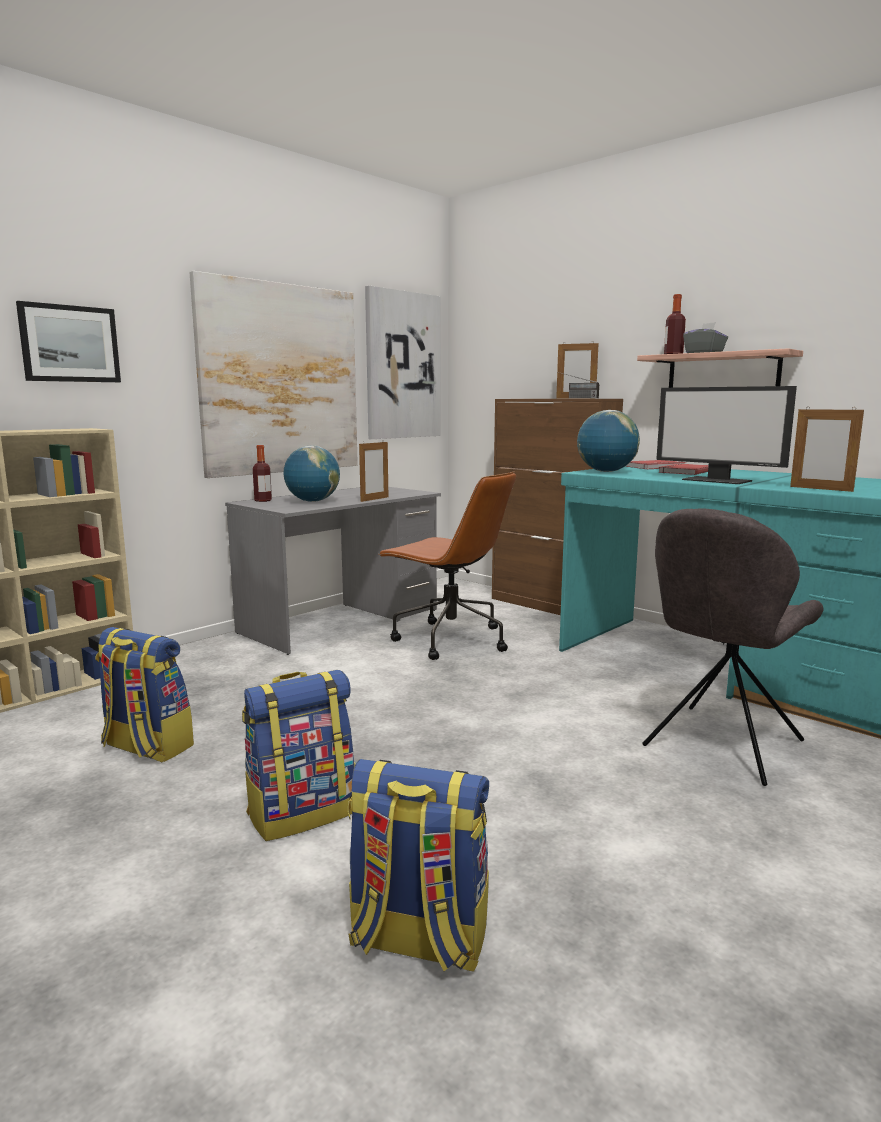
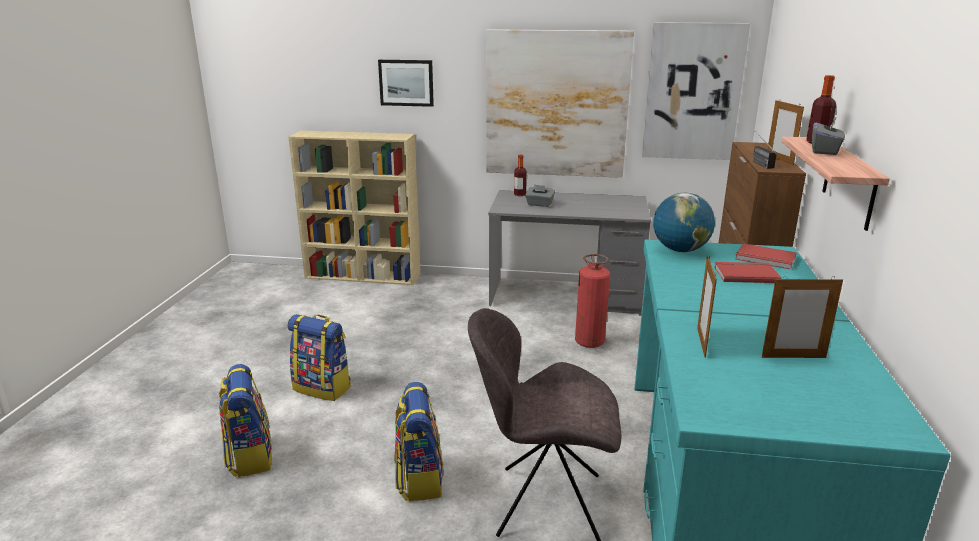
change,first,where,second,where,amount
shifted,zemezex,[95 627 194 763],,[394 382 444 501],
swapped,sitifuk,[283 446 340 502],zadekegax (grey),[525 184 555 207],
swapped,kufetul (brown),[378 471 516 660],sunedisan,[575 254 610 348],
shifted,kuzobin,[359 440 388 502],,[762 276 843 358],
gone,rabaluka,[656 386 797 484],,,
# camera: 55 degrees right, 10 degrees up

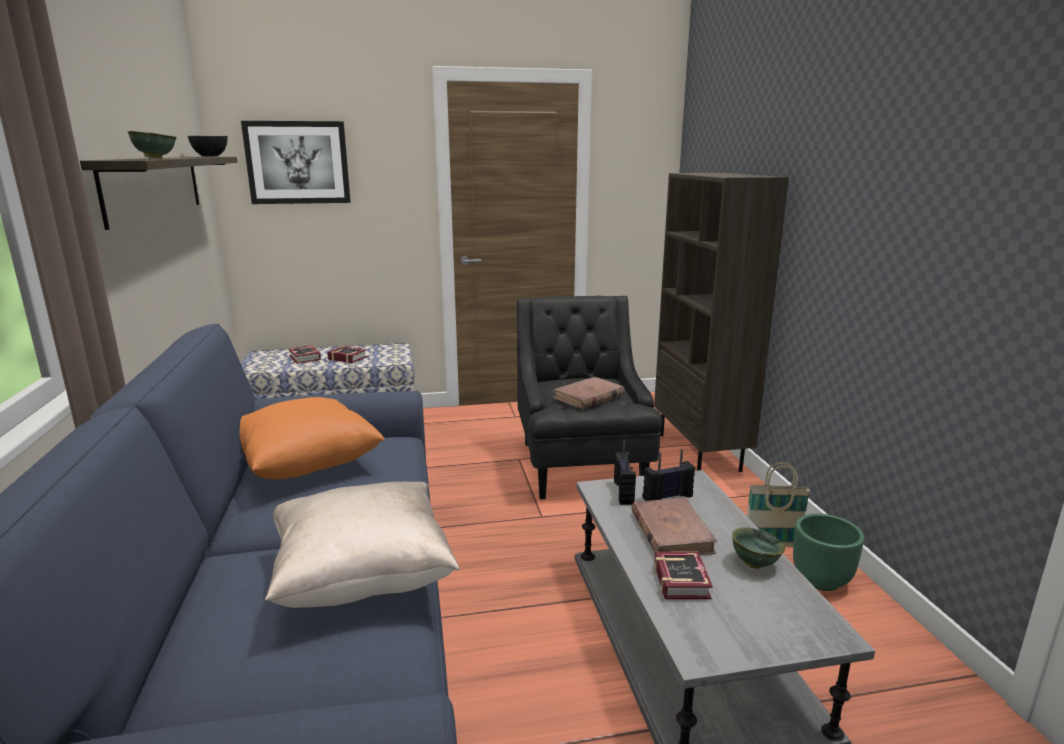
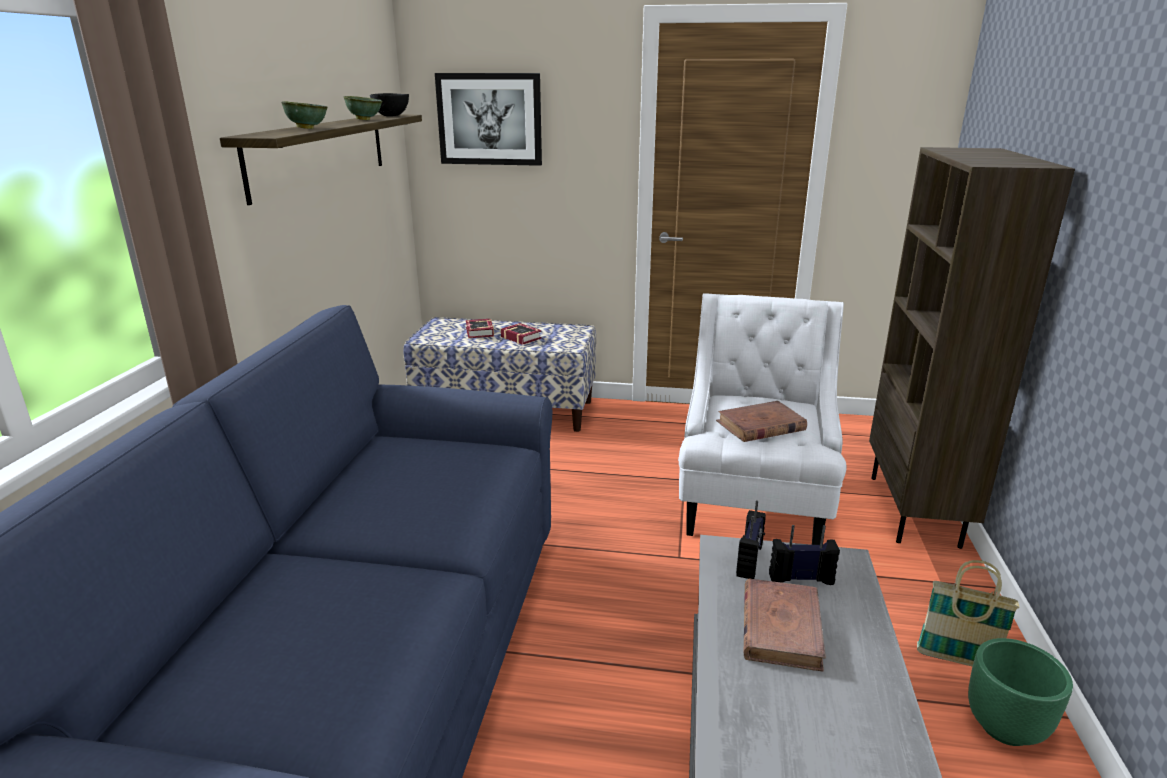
change,first,where,second,where,amount
shifted,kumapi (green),[732 527 785 569],,[343 96 382 120],
repainted,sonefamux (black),[517 296 662 499],sonefamux (white),[678 293 847 545],
gone,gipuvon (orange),[240 397 385 479],,,
gone,gipuvon (beige),[265 482 460 608],,,
gone,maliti,[654 552 713 599],,,
# camera: 20 degrees right, 5 degrees up

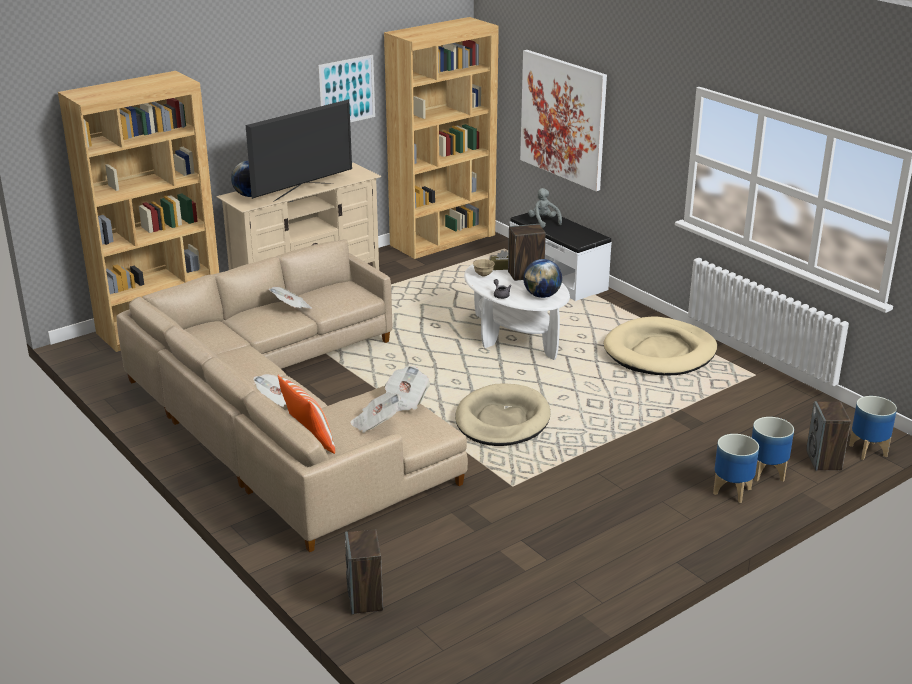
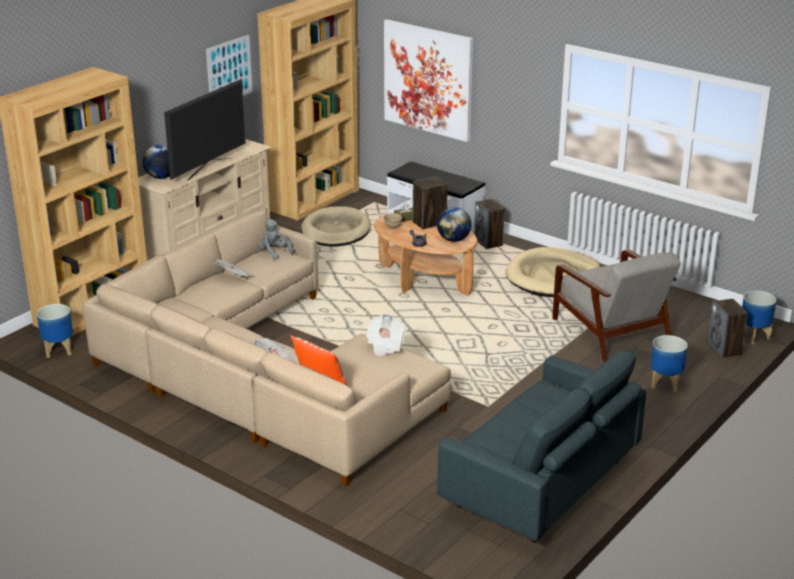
change,first,where,second,where,amount
shifted,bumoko,[752 417 794 482],,[37 304 73 358],
shifted,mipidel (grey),[528 188 562 228],,[258 219 294 260],
shifted,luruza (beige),[455 383 551 446],,[301 206 371 247],
repainted,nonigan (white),[464 264 570 360],nonigan (brown),[374 216 478 296],
new,,,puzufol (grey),[437 350 646 543],
shifted,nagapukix,[345 529 383 614],,[474 199 505 249],
new,,,sonefamux (grey),[552 249 681 362],
gone,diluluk,[350 392 401 433],,,
# camera: 15 degrees left, 0 degrees up

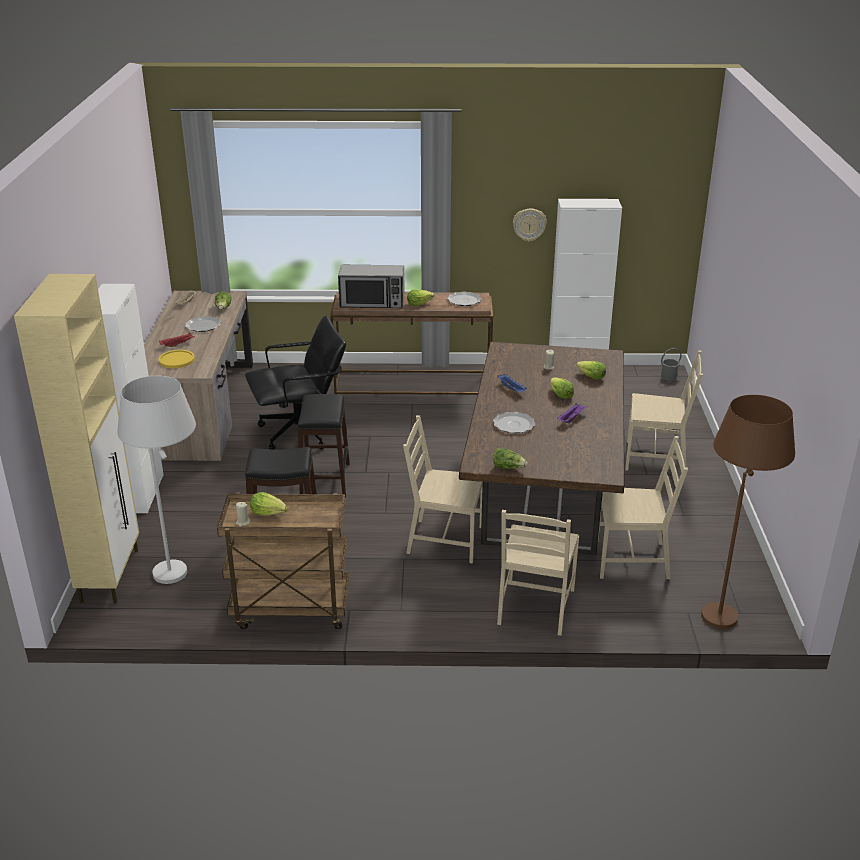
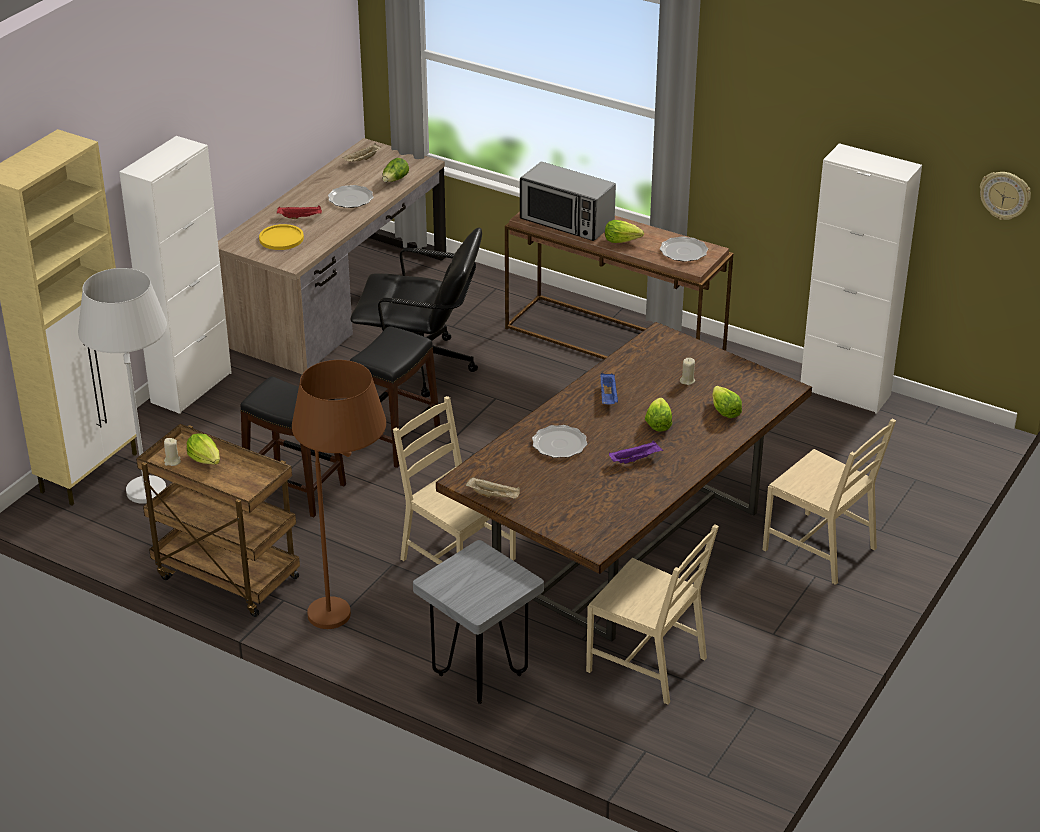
change,first,where,second,where,amount
shifted,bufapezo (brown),[701 395 795 629],,[292 360 386 629],
swapped,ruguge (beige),[497 510 579 636],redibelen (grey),[413 540 544 704],
swapped,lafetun,[493 447 528 469],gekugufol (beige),[466 477 520 499],
shifted,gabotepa,[513 209 547 242],,[980 172 1031 220],
gone,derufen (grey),[661 348 682 381],,,
# camera: 30 degrees right, 5 degrees up

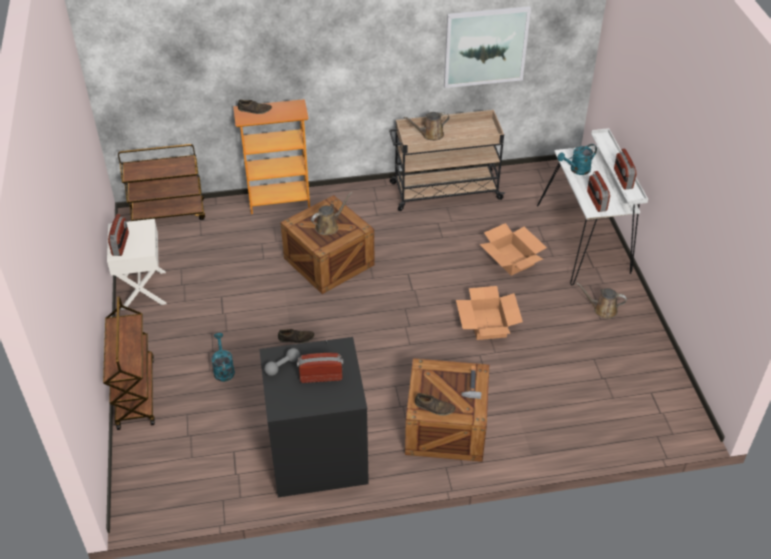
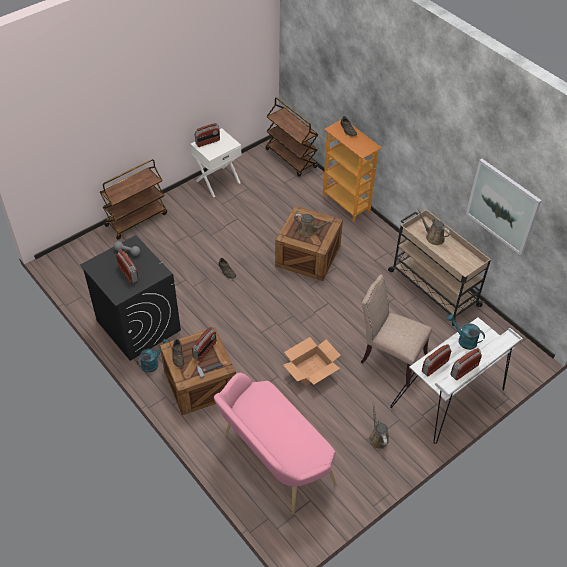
change,first,where,second,where,amount
shifted,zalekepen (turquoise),[211 333 235 382],,[137 339 168 373],
new,,,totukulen,[192 327 217 361],
new,,,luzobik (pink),[214 373 337 514],
swapped,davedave,[479 223 547 275],ruguge (beige),[361 274 432 387],
# camera: 60 degrees right, 5 degrees up

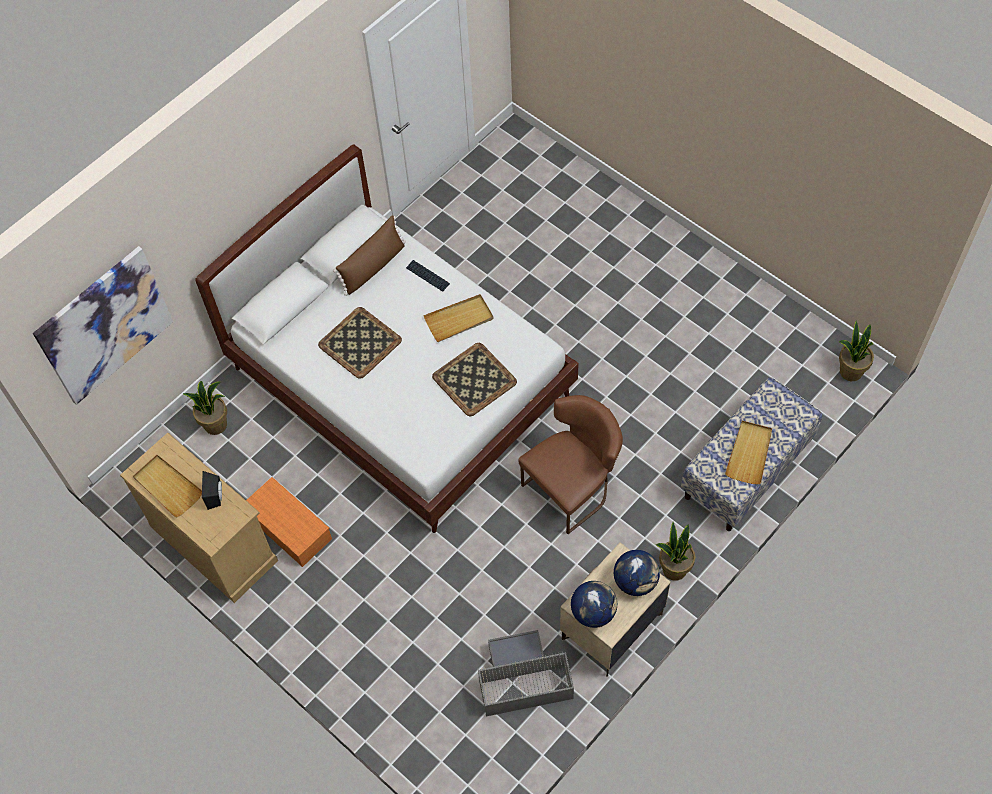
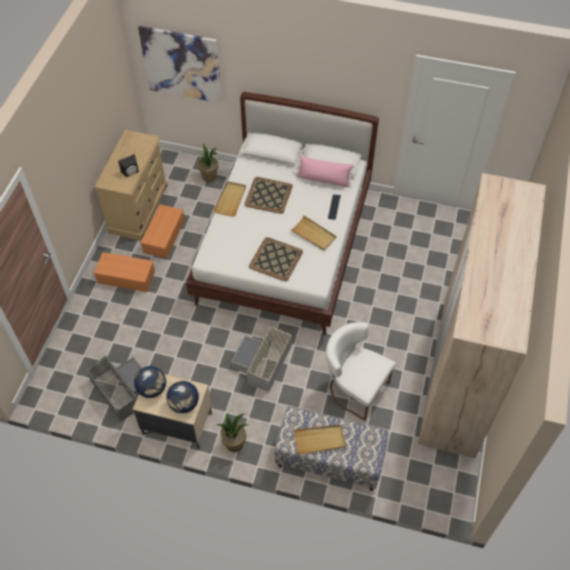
change,first,where,second,where,amount
new,,,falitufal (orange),[94 252 155 292],
shifted,gekugufol (beige),[133 455 202 518],,[213 181 246 216],
swapped,ruguge (brown),[519 395 623 534],falitufal (grey),[231 326 292 392],
repainted,gipuvon (brown),[333 215 406 296],gipuvon (pink),[296 155 355 187],
new,,,ruguge (white),[326 322 395 421],
new,,,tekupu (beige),[418 173 546 458],
gone,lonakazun,[839 320 874 381],,,
# camera: 60 degrees right, 5 degrees down

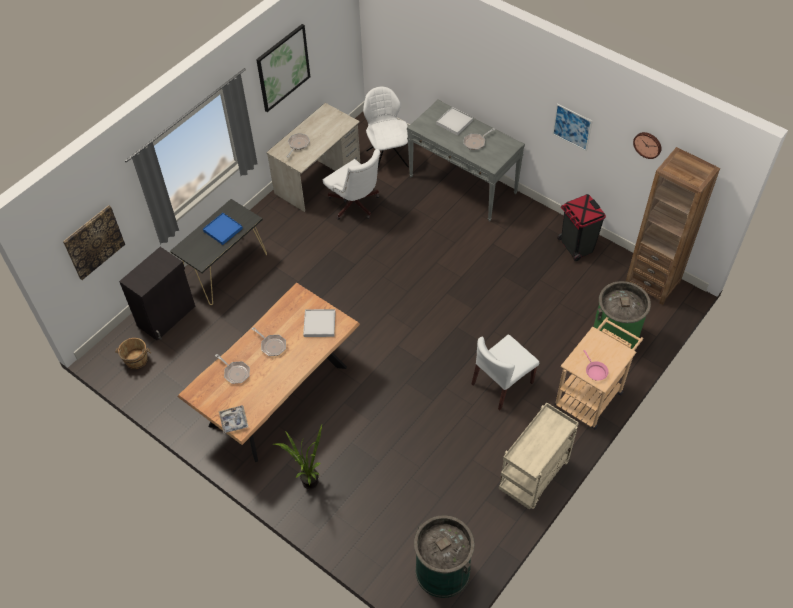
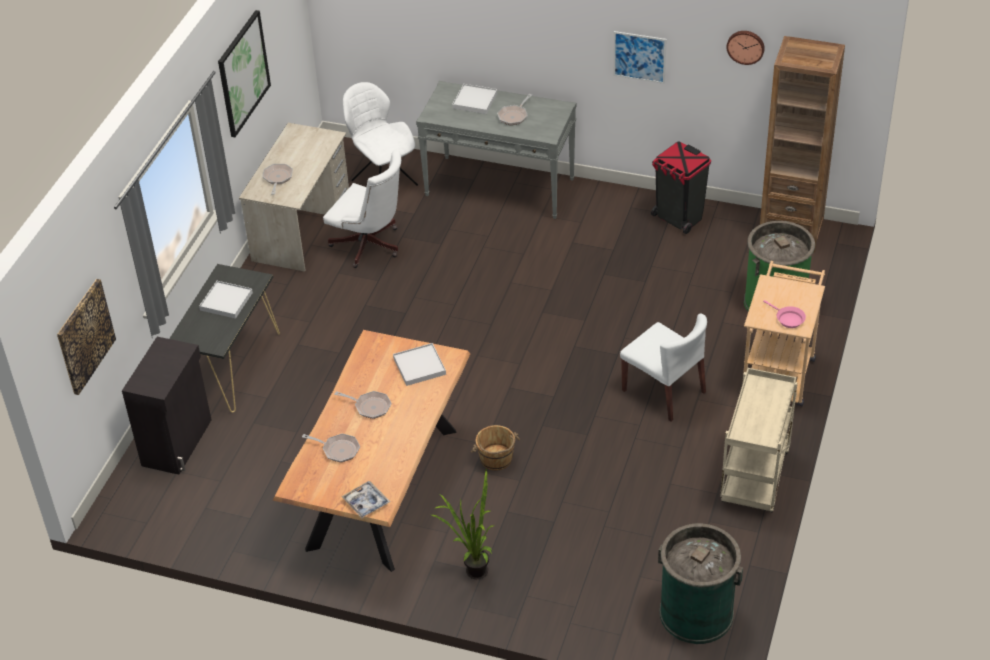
change,first,where,second,where,amount
repainted,gekugufol (blue),[203 213 243 245],gekugufol (white),[199 281 253 319],
shifted,derufen (brown),[115 338 151 369],,[471 425 520 471],
rotated,ruguge (white),[472 335 539 410],,[620 313 707 421],75 degrees counterclockwise
# camera: 20 degrees left, 10 degrees down

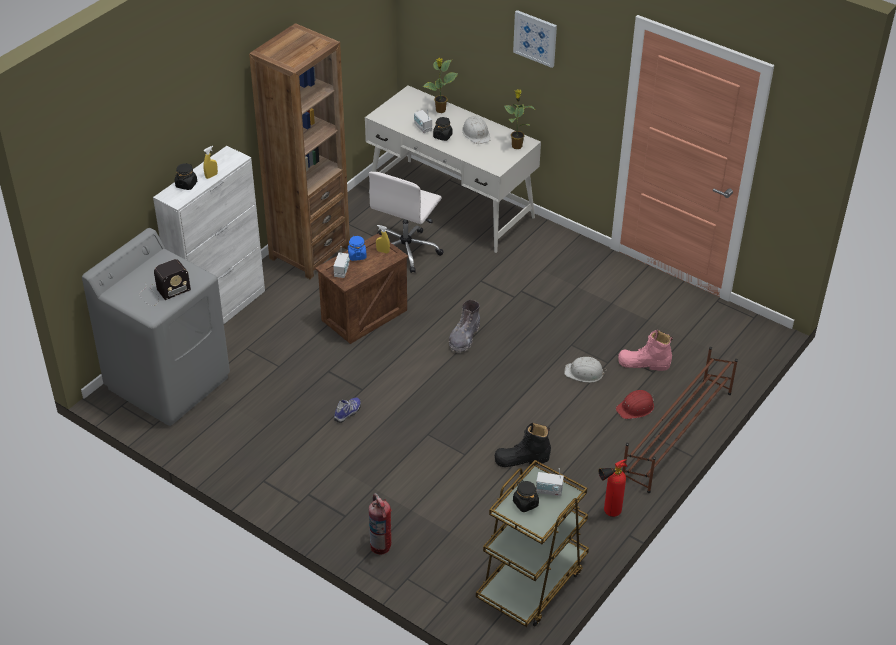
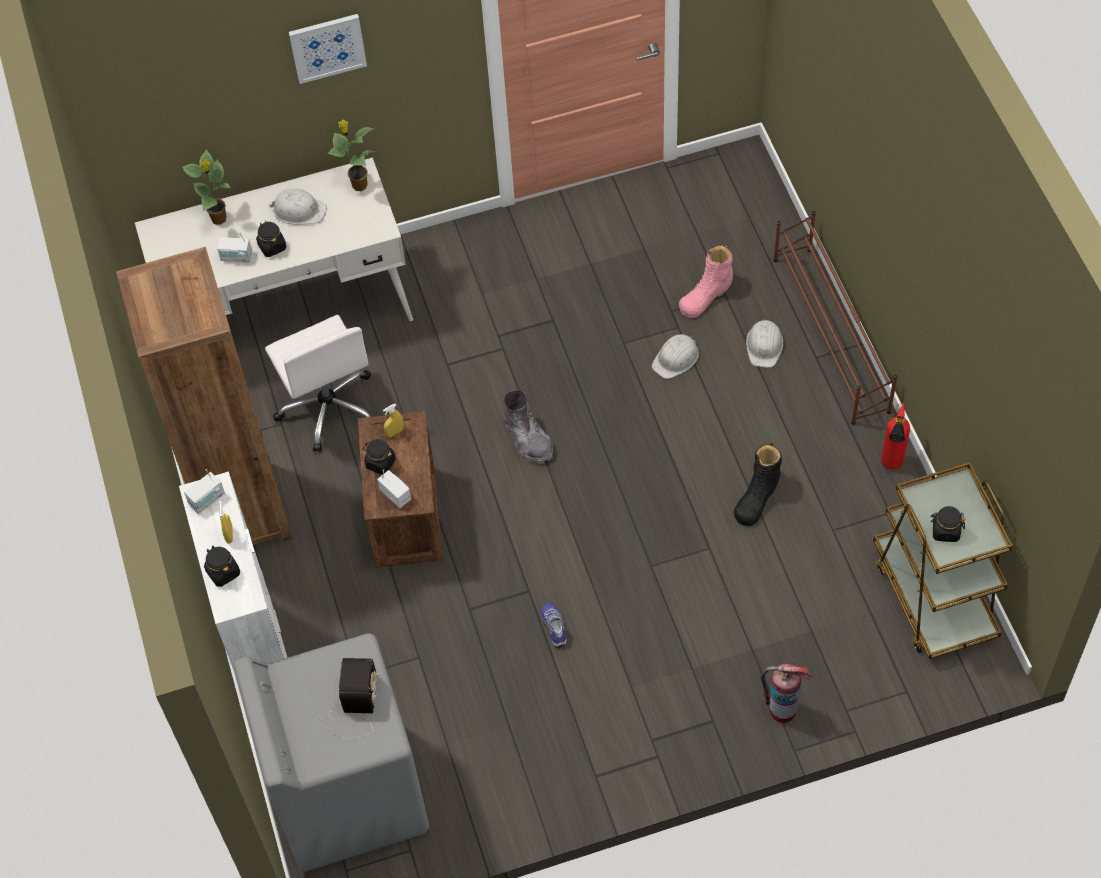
change,first,where,second,where,amount
shifted,totukulen,[536 468 564 496],,[184 469 225 514],
repainted,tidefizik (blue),[348 236 367 261],tidefizik (black),[362 439 396 475],
repainted,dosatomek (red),[616 390 654 419],dosatomek (white),[746 318 783 367],
# camera: 50 degrees left, 15 degrees up

